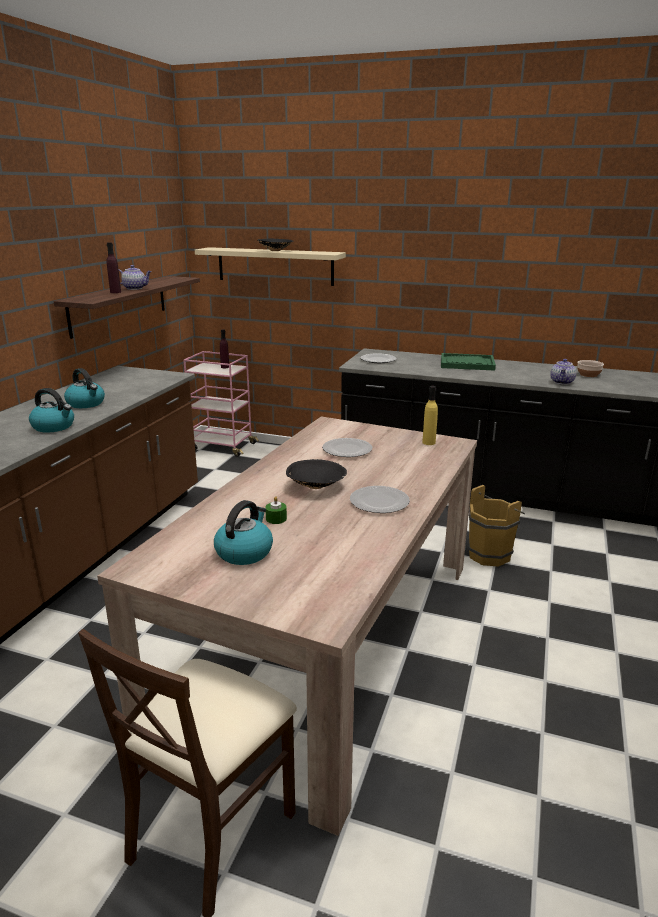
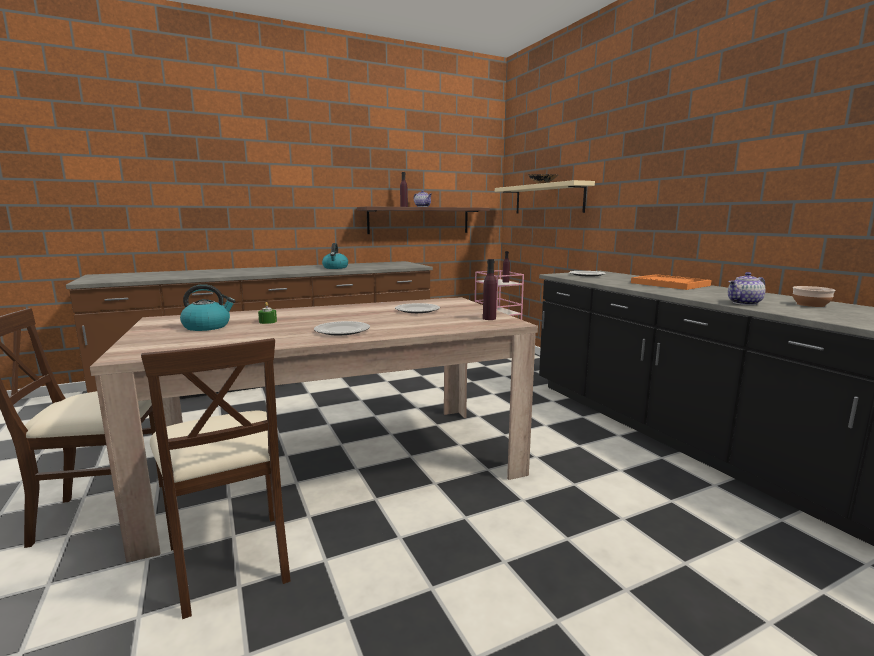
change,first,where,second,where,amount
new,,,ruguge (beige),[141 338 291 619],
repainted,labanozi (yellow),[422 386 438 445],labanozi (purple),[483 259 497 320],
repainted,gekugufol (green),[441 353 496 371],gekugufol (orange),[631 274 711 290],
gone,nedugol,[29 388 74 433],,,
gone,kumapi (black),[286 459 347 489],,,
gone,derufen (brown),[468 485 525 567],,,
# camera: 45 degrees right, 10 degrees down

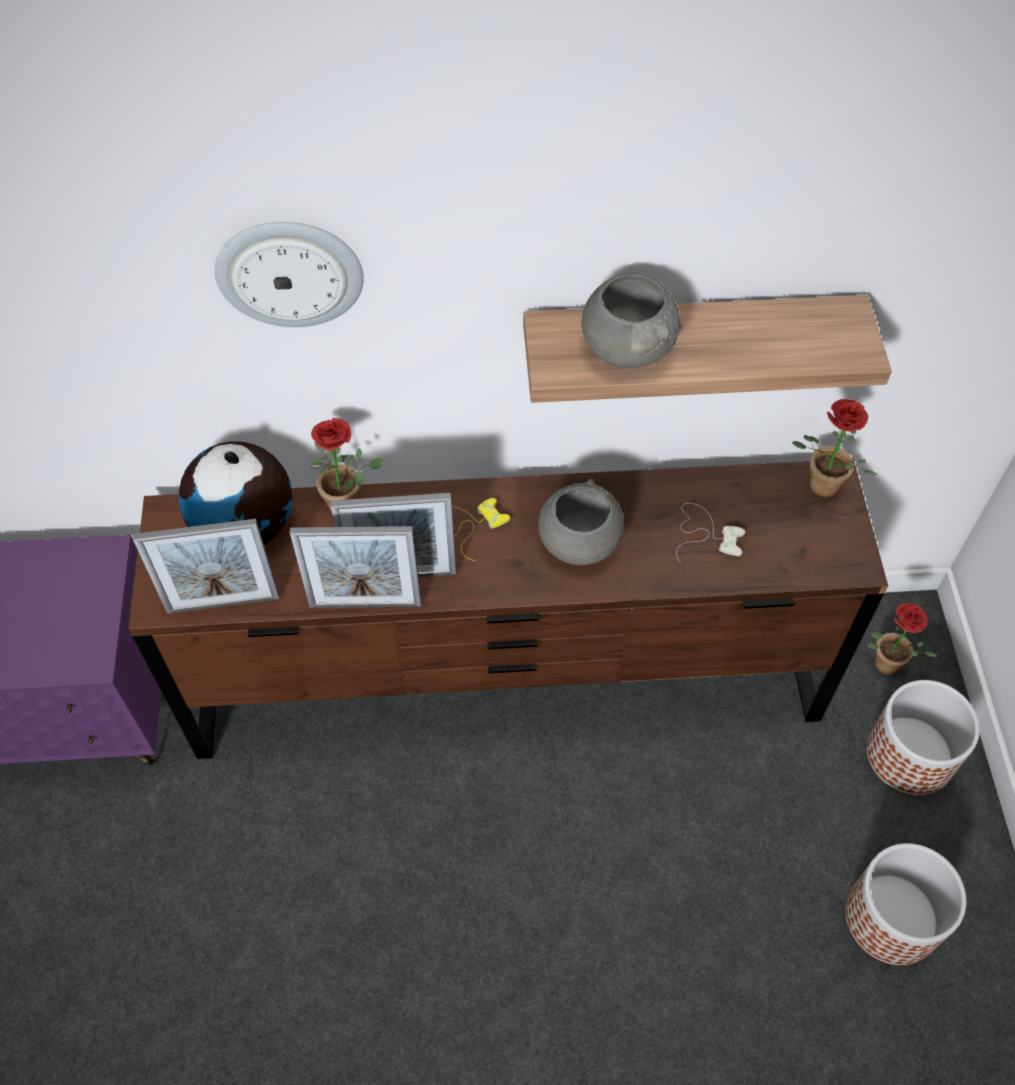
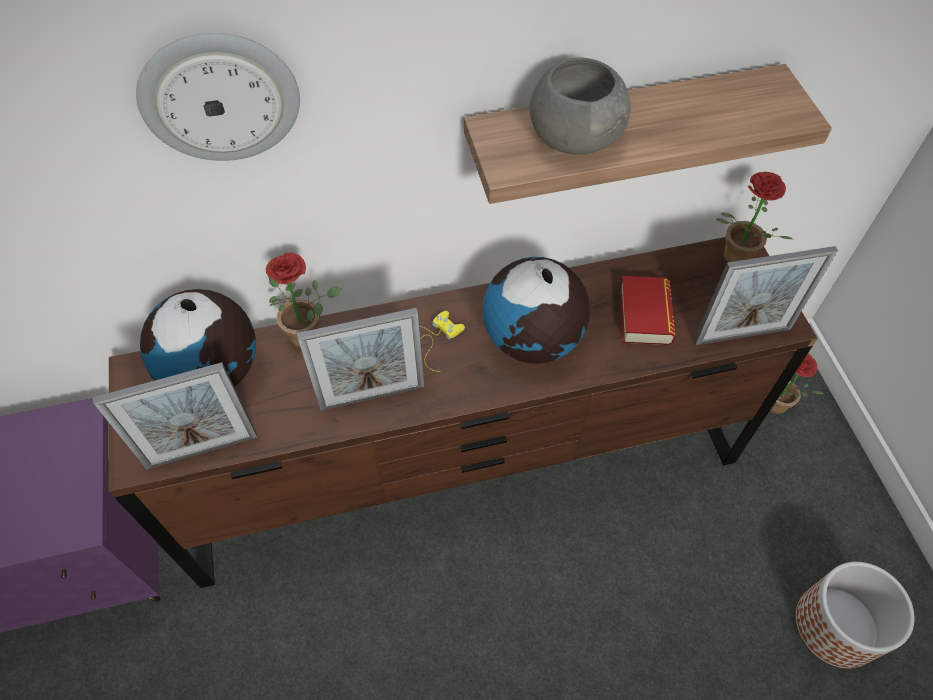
change,first,where,second,where,amount
swapped,kumapi (grey),[538 479 624 565],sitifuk,[483 257 590 364],
swapped,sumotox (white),[676 503 745 563],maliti,[619 276 675 345],
shifted,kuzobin,[290 526 421 608],,[694 246 838 345],
gone,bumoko,[866 680 980 795],,,
# camera: 10 degrees left, 0 degrees up

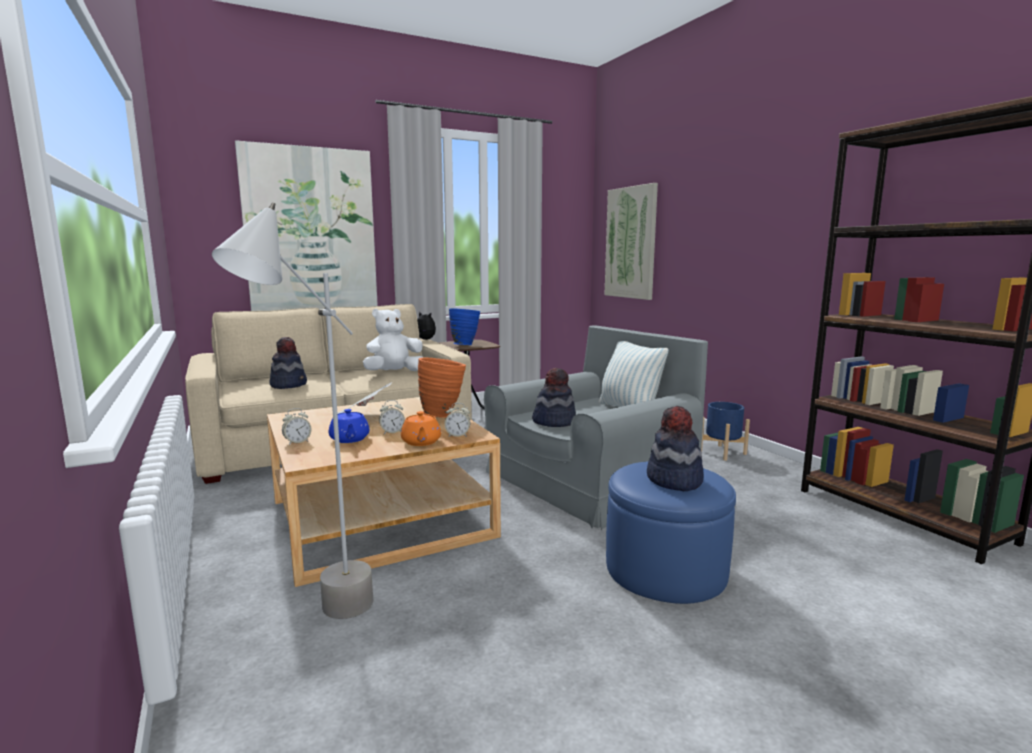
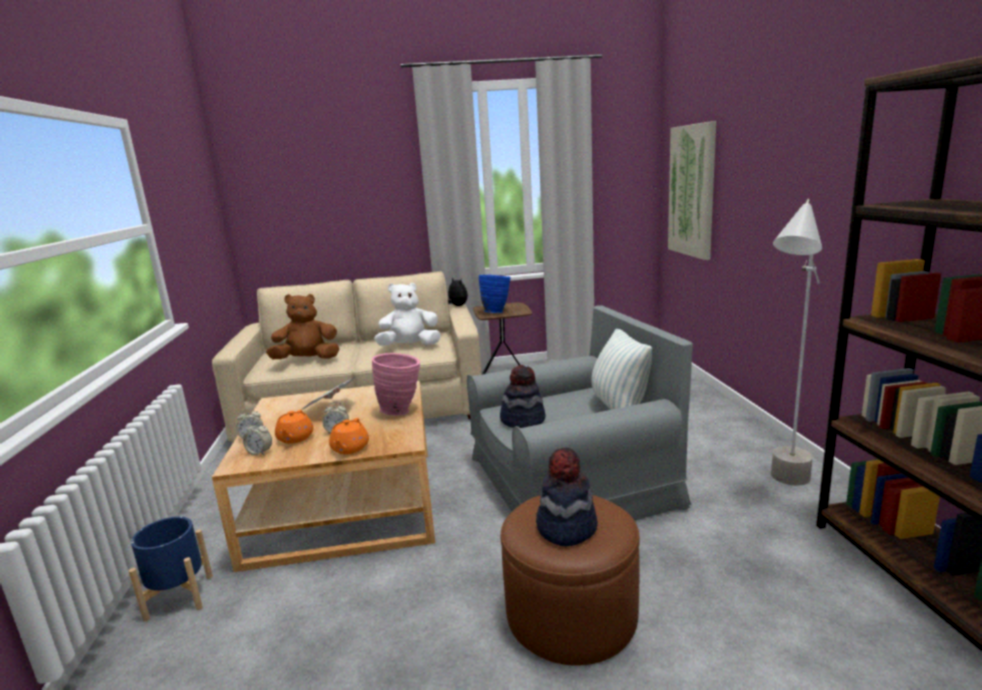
change,first,where,second,where,amount
shifted,bumoko (blue),[701 402 750 461],,[129 516 213 622],
shifted,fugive,[444 403 471 437],,[243 421 272 455],
swapped,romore,[269 337 307 389],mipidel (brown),[266 294 339 359],
repainted,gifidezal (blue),[329 409 369 443],gifidezal (orange),[275 410 313 444],
repainted,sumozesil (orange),[418 357 466 417],sumozesil (pink),[372 353 420 416],
repainted,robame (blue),[606 461 736 604],robame (brown),[501 495 640 666],
shifted,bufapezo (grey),[212 202 373 619],,[771 199 822 486],
gone,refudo,[235 140 378 311],,,
# camera: 20 degrees right, 5 degrees up

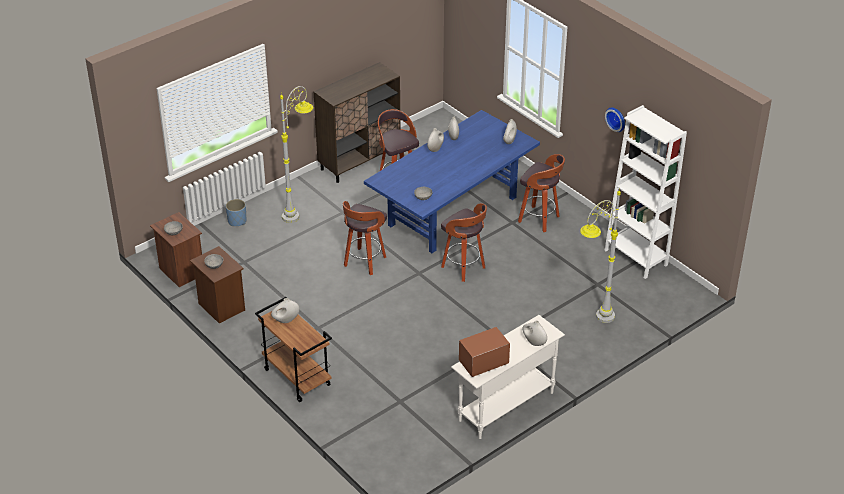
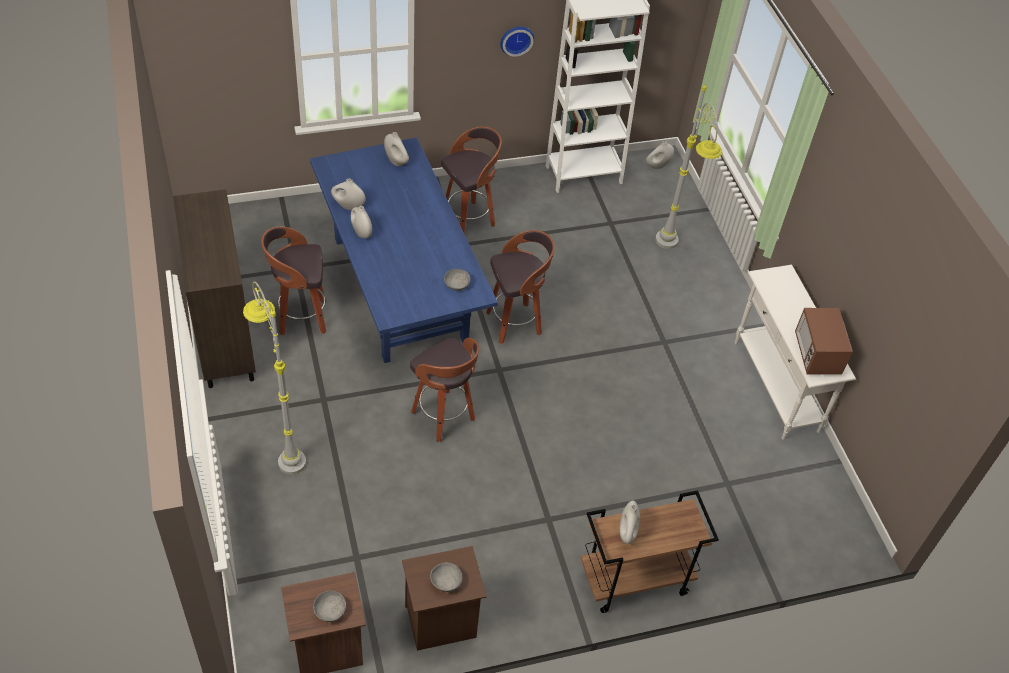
change,first,where,second,where,amount
shifted,sumozesil (white),[523 320 547 346],,[646 141 674 169],
gone,bumoko (blue),[226 199 247 226],,,
# camera: 70 degrees left, 10 degrees up

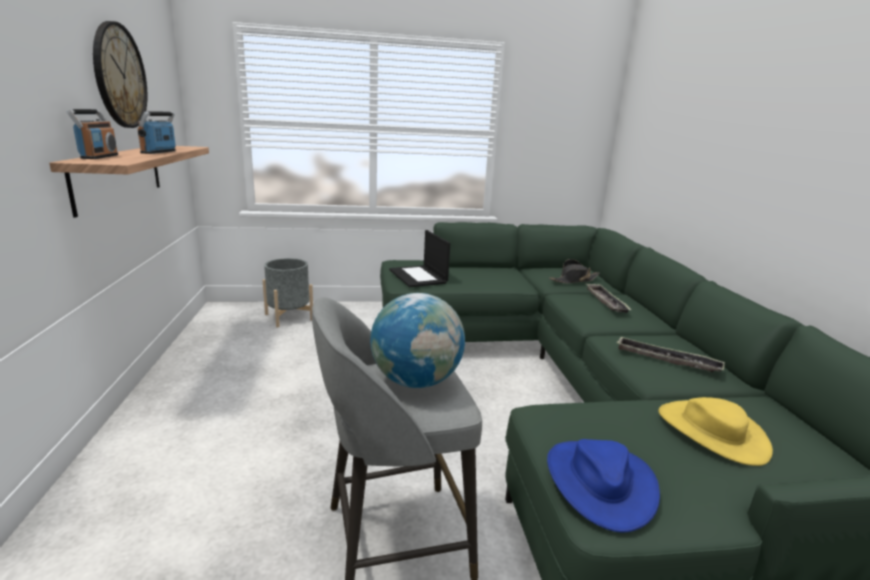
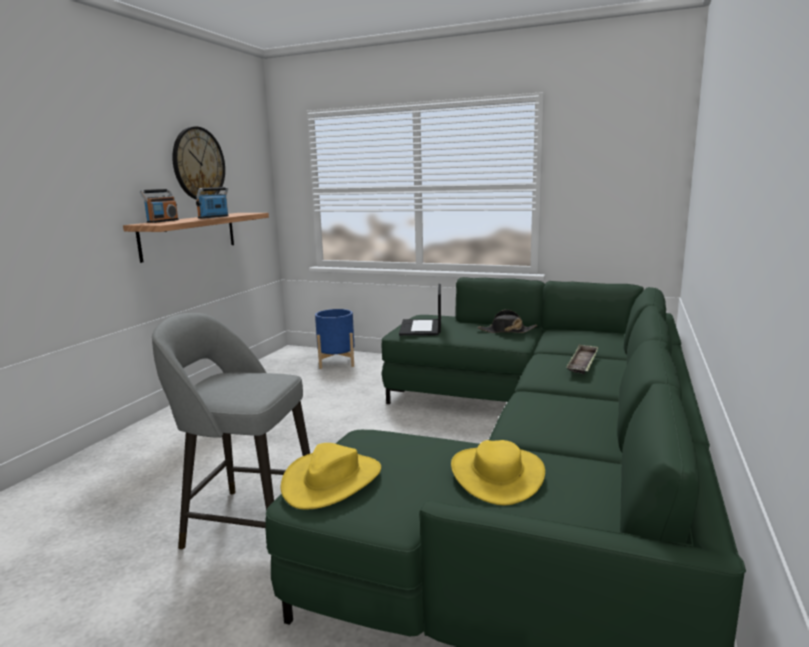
change,first,where,second,where,amount
repainted,romore (blue),[547 439 660 532],romore (yellow),[281 443 381 509],
repainted,bumoko (grey),[263 258 313 327],bumoko (blue),[315 309 354 369],
shifted,romore (black),[549 259 600 283],,[478 310 537 333],
gone,sitifuk,[370 293 465 388],,,
gone,gekugufol,[617 336 725 372],,,
# camera: 30 degrees right, 5 degrees down

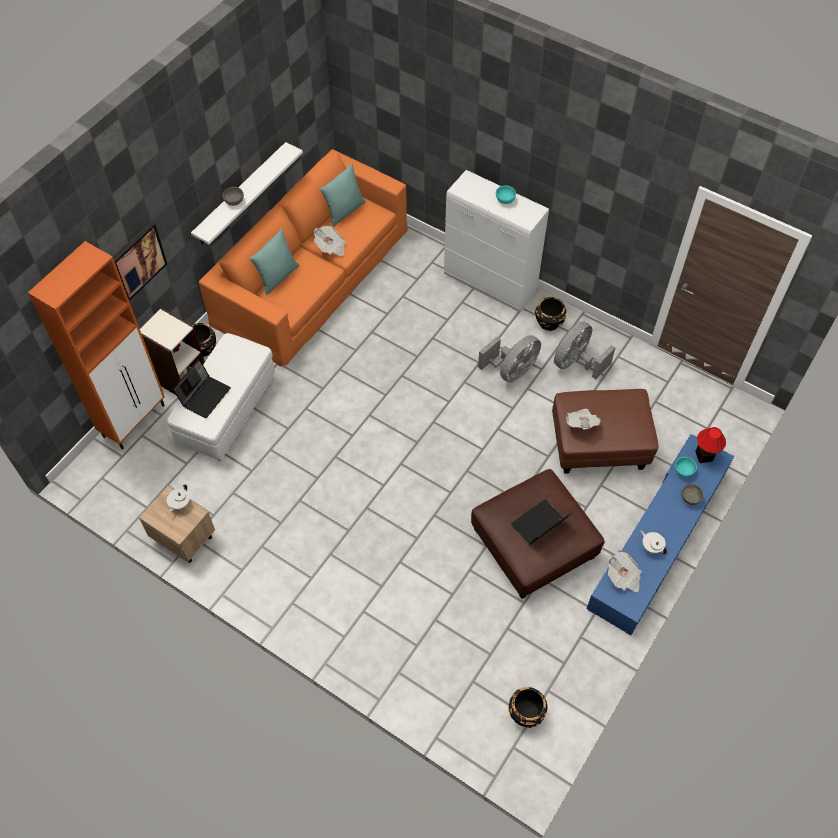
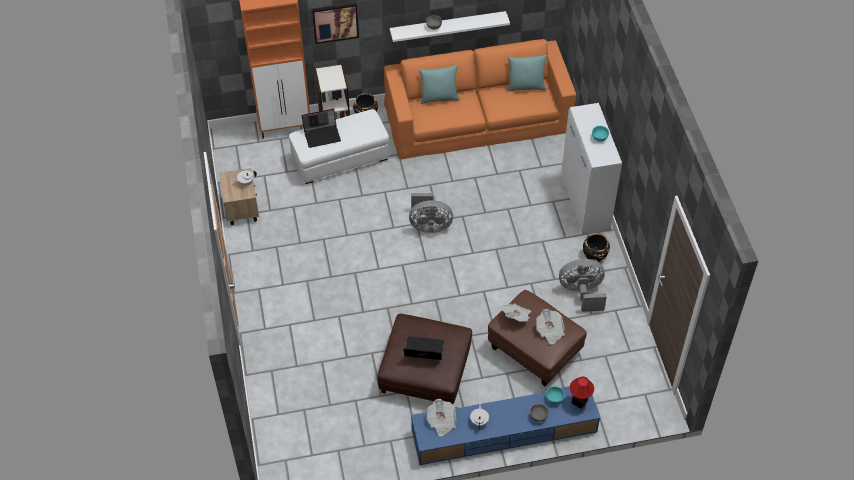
change,first,where,second,where,amount
shifted,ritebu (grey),[478 335 541 383],,[409 193 453 233],
shifted,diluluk,[314 226 346 256],,[536 309 565 345],
gone,bumoko (black),[509 687 548 728],,,
# camera: 45 degrees right, 5 degrees down

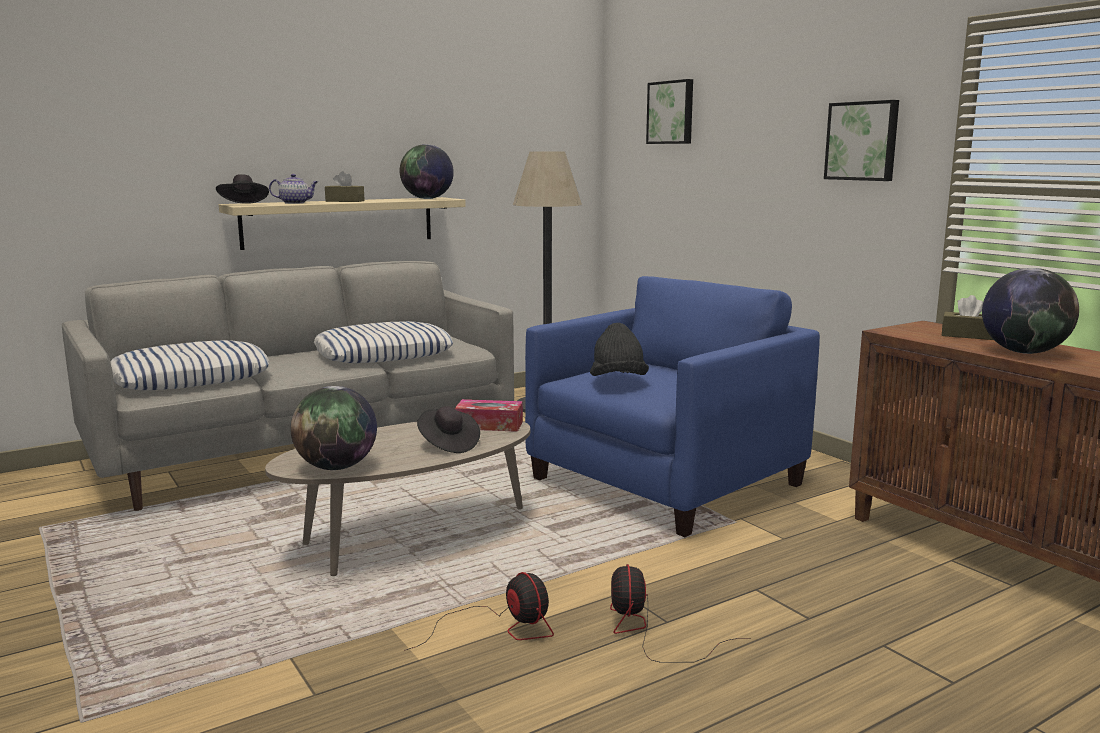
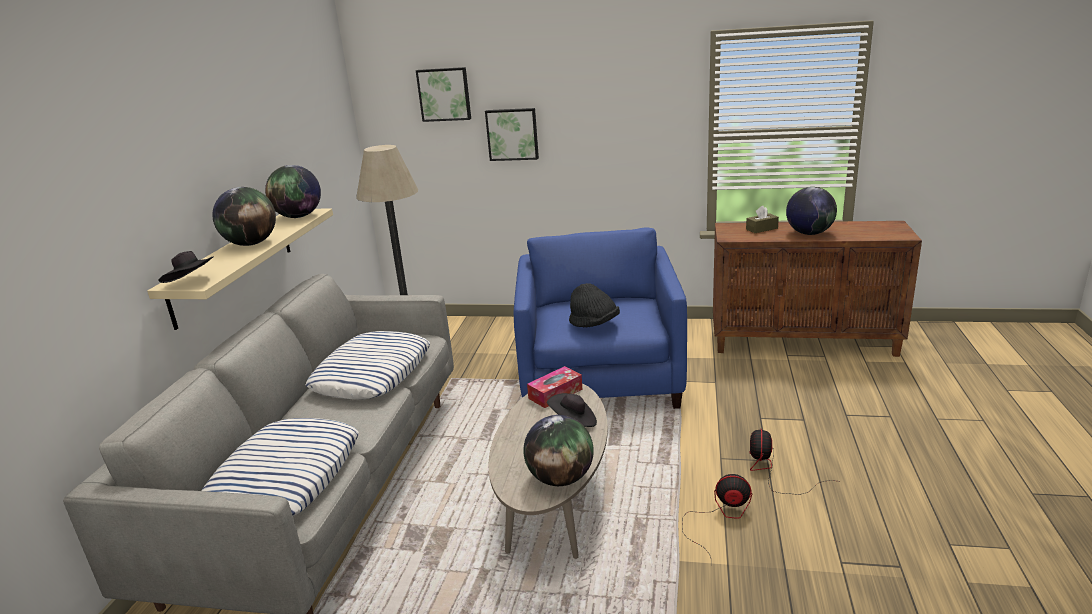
change,first,where,second,where,amount
swapped,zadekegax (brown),[325 171 365 202],sitifuk,[212 187 276 246],
shifted,refudo,[824 100 899 181],,[485 108 539 161],
rotated,ritebu,[610 564 751 663],,[749 429 833 495],60 degrees clockwise
gone,gifidezal,[269 174 318 204],,,
# camera: 45 degrees left, 10 degrees up

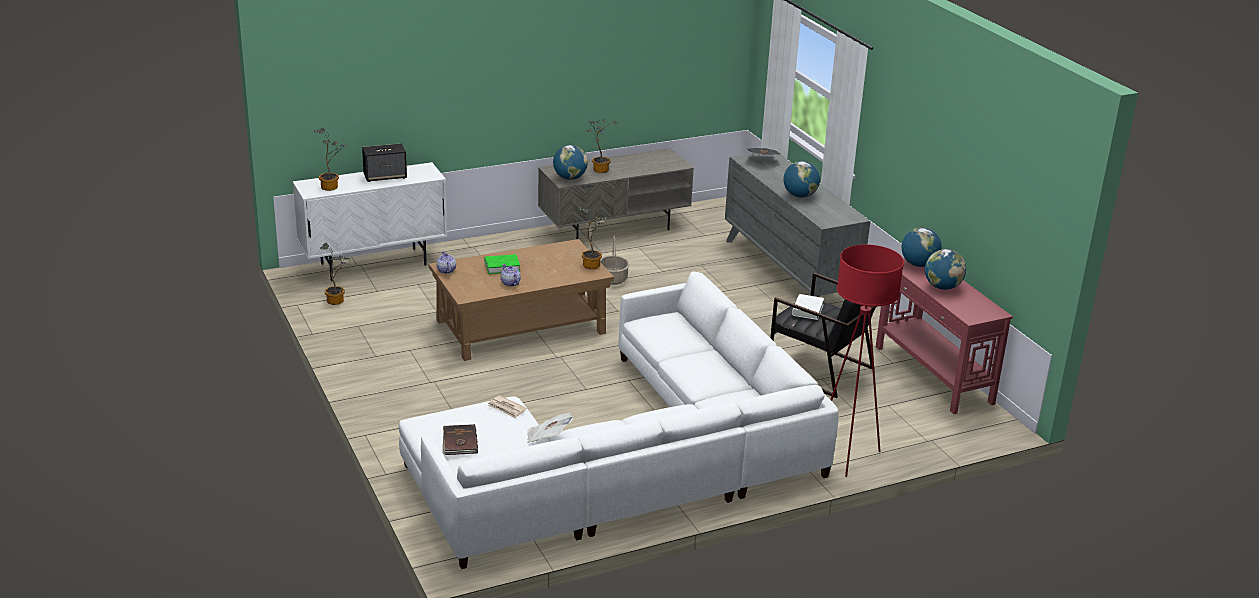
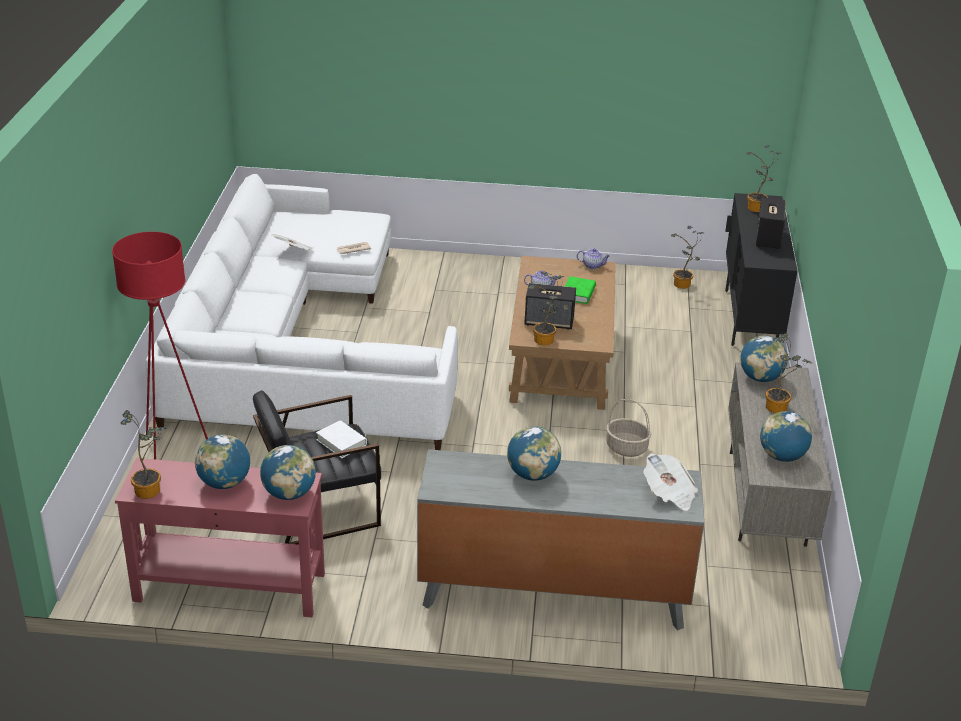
change,first,where,second,where,amount
new,,,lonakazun,[121 410 166 499],
new,,,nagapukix,[524 283 576 330],
repainted,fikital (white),[293 162 447 281],fikital (black),[725 193 798 346],
new,,,sitifuk,[760 411 812 462],
gone,maliti (brown),[443 424 478 455],,,
# camera: 120 degrees right, 5 degrees up

